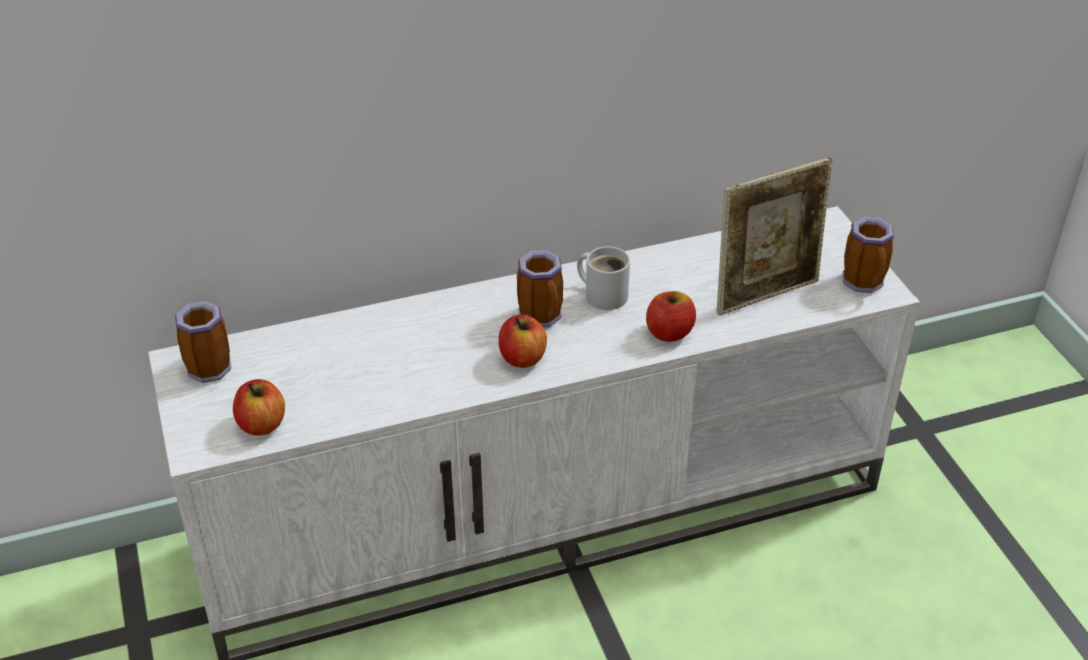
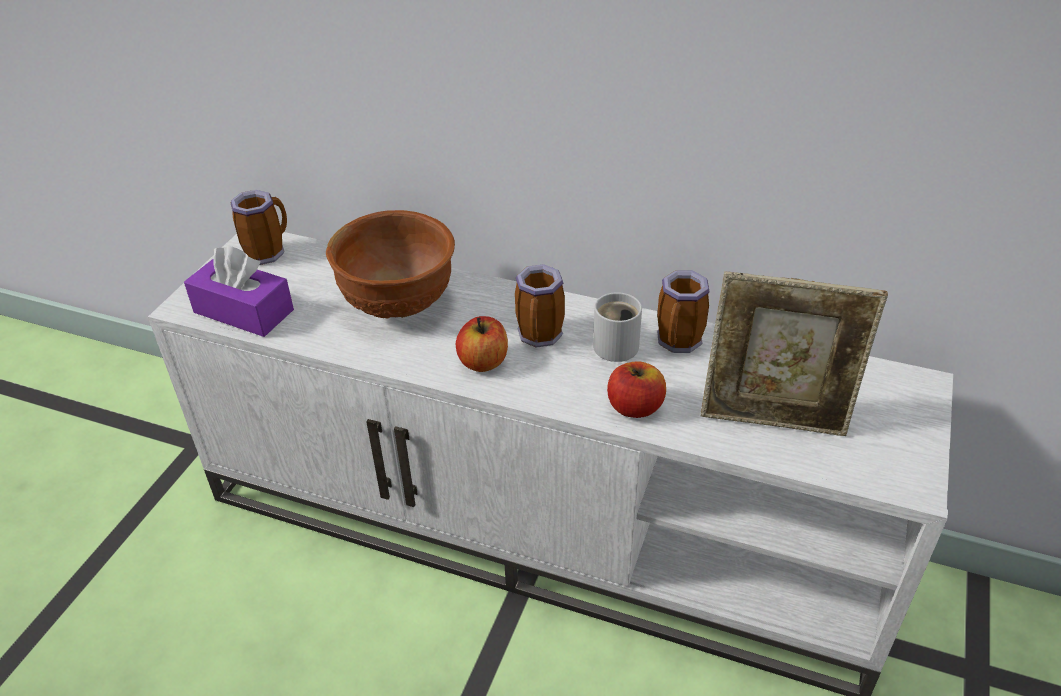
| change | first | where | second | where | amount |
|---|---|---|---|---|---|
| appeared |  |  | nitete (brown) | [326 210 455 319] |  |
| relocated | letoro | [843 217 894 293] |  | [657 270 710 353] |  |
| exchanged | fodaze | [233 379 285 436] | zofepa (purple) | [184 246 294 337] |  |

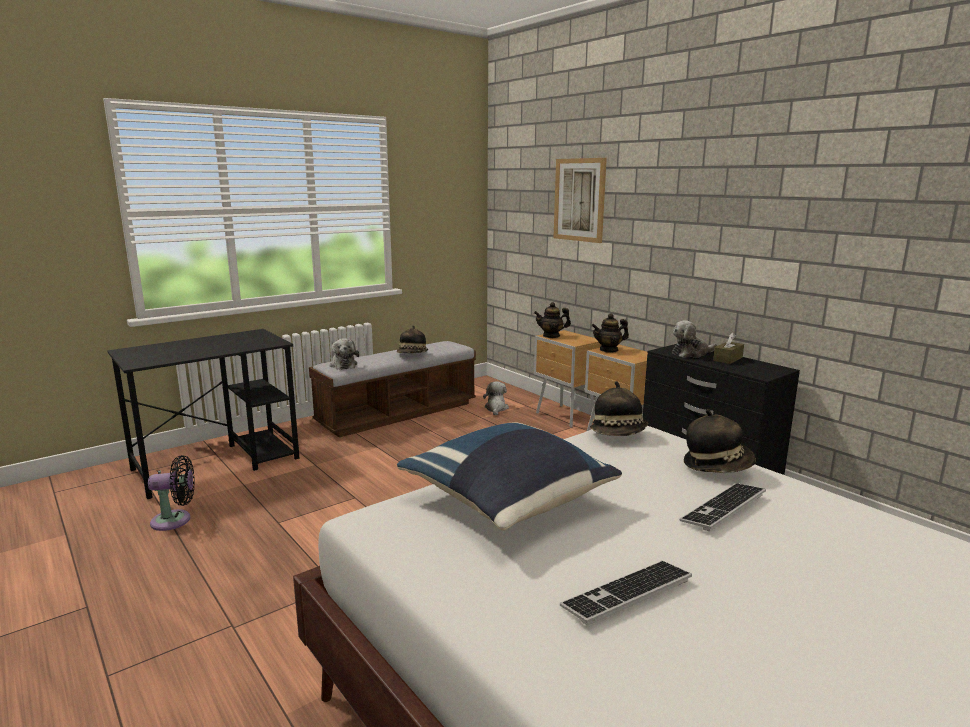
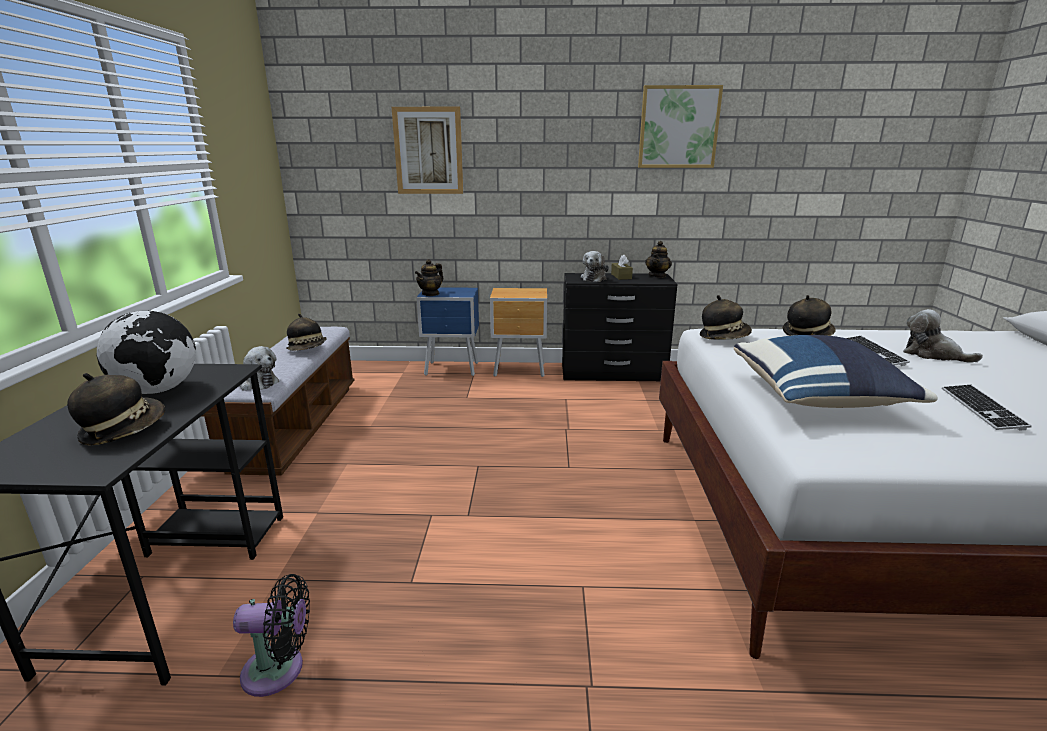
| change | first | where | second | where | amount |
|---|---|---|---|---|---|
| appeared |  |  | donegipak | [67 373 165 445] |  |
| appeared |  |  | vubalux | [96 311 196 394] |  |
| appeared |  |  | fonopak | [638 85 723 168] |  |
| relocated | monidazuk | [483 382 509 415] |  | [903 309 983 363] |  |
| relocated | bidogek | [591 313 629 353] |  | [645 241 672 278] |  |
| colour | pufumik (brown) | [534 330 601 428] | pufumik (blue) | [416 287 479 376] |  |
| spun | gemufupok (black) | [148 455 195 531] |  | [233 574 310 697] | 60 degrees clockwise |

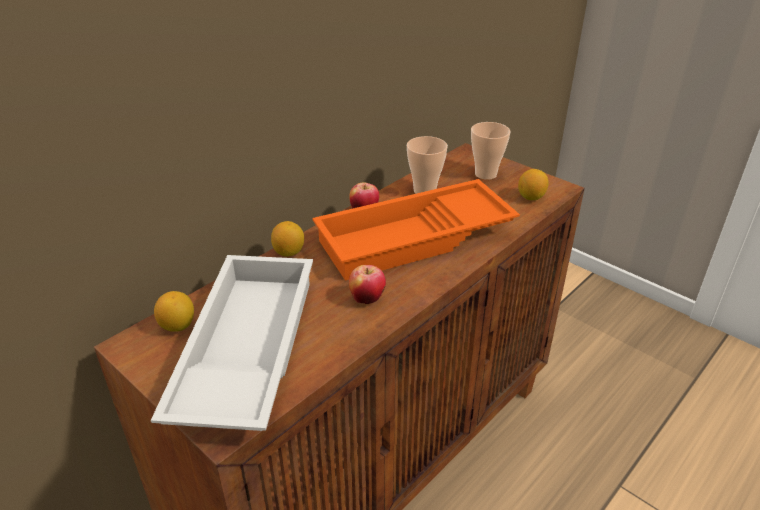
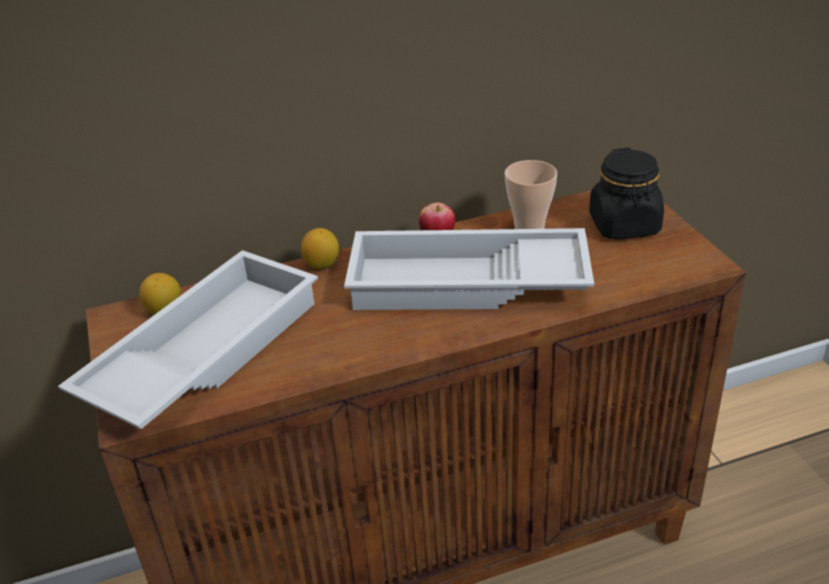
| change | first | where | second | where | amount |
|---|---|---|---|---|---|
| missing | fodaze | [349 265 386 304] |  |  |  |
| missing | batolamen | [518 169 549 200] |  |  |  |
| exchanged | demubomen | [471 122 510 180] | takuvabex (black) | [589 148 664 239] |  |
| colour | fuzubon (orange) | [313 179 520 281] | fuzubon (white) | [344 228 594 310] |  |

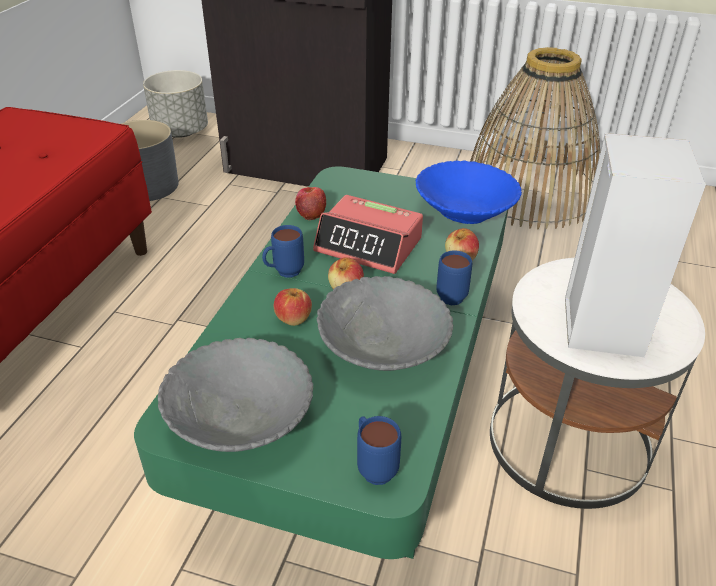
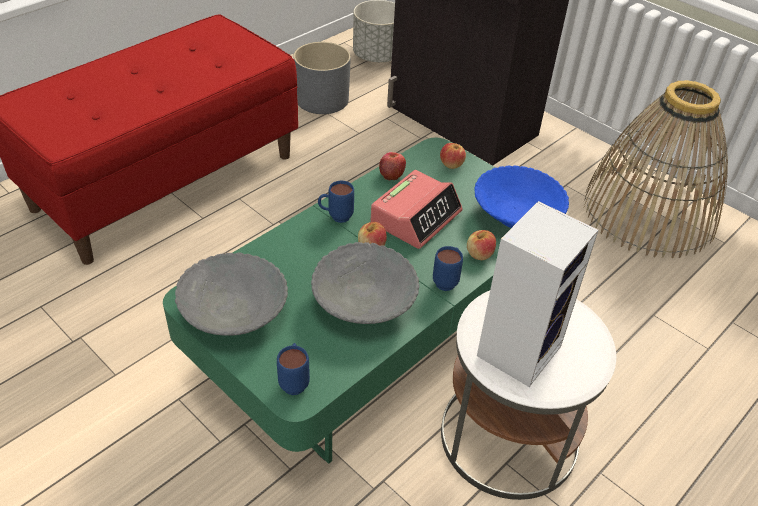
| change | first | where | second | where | amount |
|---|---|---|---|---|---|
| relocated | fodaze | [274 288 312 326] |  | [440 143 466 169] |  |
| spun | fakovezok | [313 195 423 274] |  | [371 170 463 249] | 105 degrees counterclockwise |

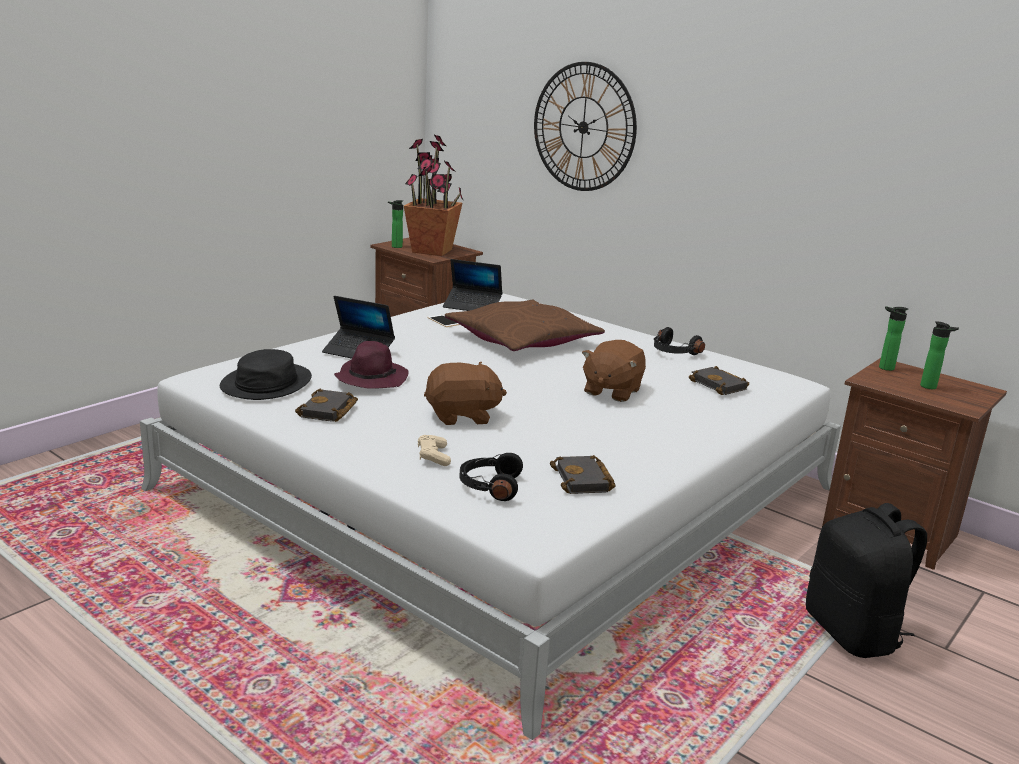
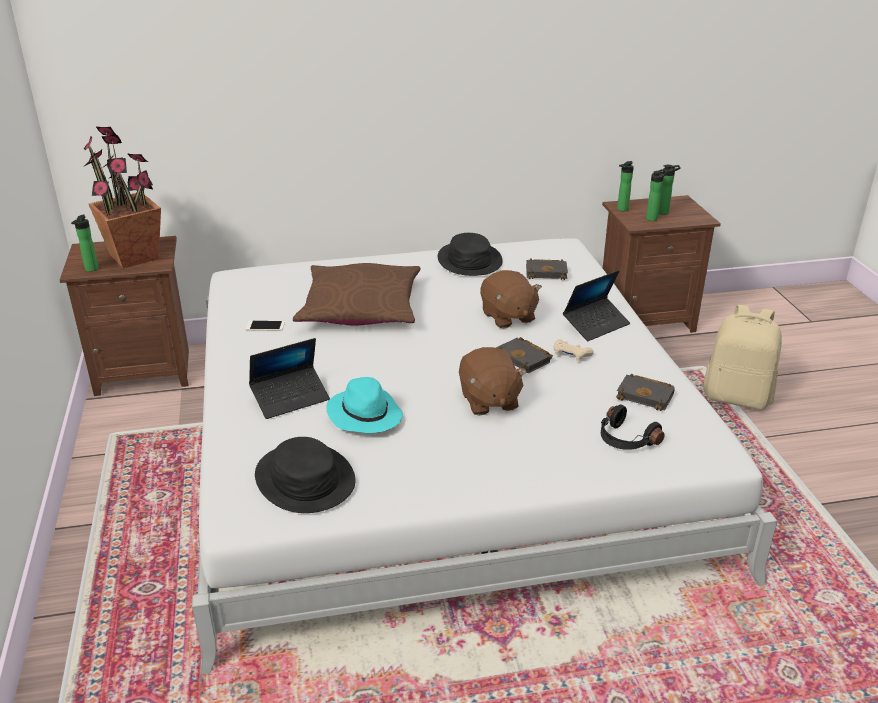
| change | first | where | second | where | amount |
|---|---|---|---|---|---|
| missing | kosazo | [534 62 637 191] |  |  |  |
| appeared |  |  | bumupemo | [646 169 668 221] |  |
| relocated | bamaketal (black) | [295 389 358 422] |  | [496 337 553 373] |  |
| relocated | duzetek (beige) | [418 435 451 466] |  | [553 339 594 361] |  |
| relocated | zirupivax | [443 259 502 311] |  | [563 270 630 341] |  |
| exchanged | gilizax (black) | [654 327 705 355] | donegipak (black) | [438 233 503 276] |  |
| colour | donegipak (purple) | [334 341 409 389] | donegipak (turquoise) | [326 377 403 433] |  |
| colour | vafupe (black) | [806 503 927 658] | vafupe (beige) | [703 304 782 410] |  |
| spun | monidazuk (brown) | [424 362 507 425] |  | [459 347 527 416] | 135 degrees clockwise |

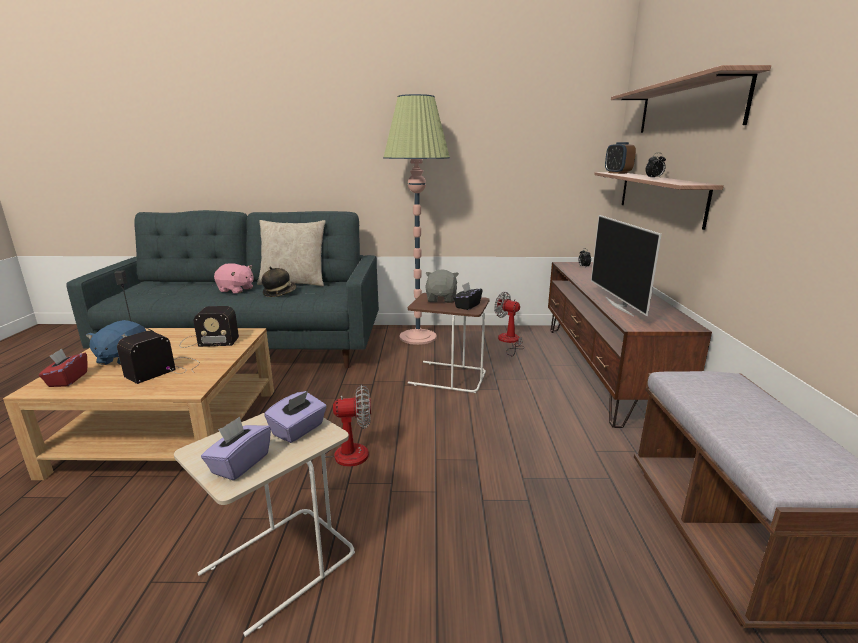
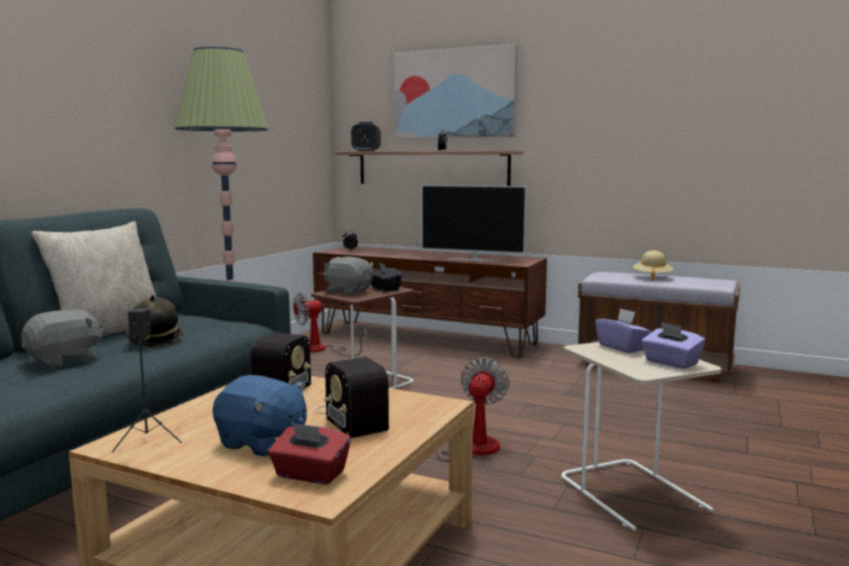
| change | first | where | second | where | amount |
|---|---|---|---|---|---|
| appeared |  |  | donegipak (beige) | [633 250 674 281] |  |
| exchanged | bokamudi | [611 65 771 133] | fonopak | [394 44 517 139] |  |
| colour | monidazuk (pink) | [214 263 254 293] | monidazuk (grey) | [21 309 104 368] |  |

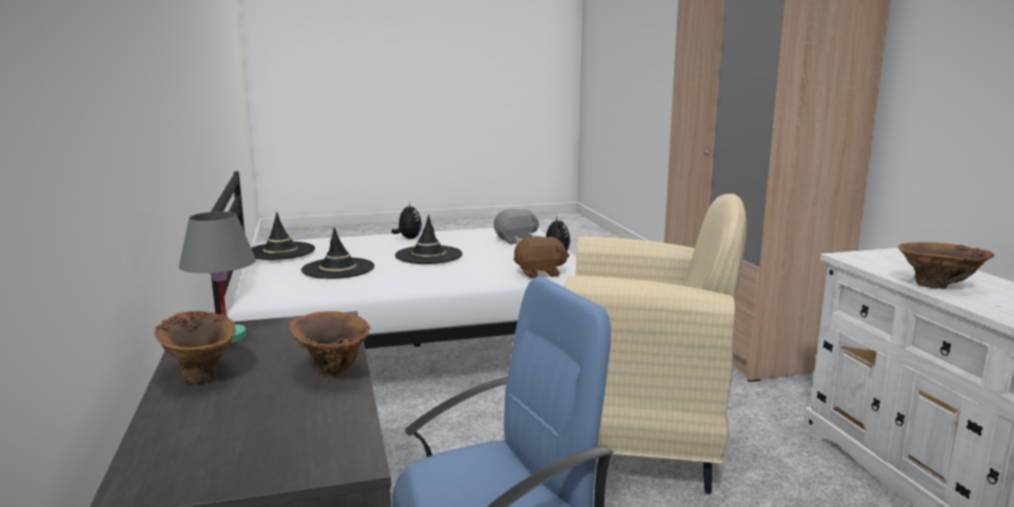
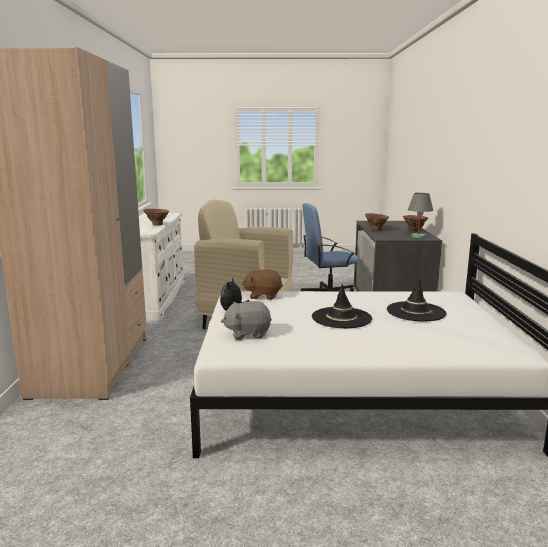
| change | first | where | second | where | amount |
|---|---|---|---|---|---|
| missing | donegipak (black) | [251 212 315 260] |  |  |  |
| missing | monidazuk | [391 203 422 239] |  |  |  |

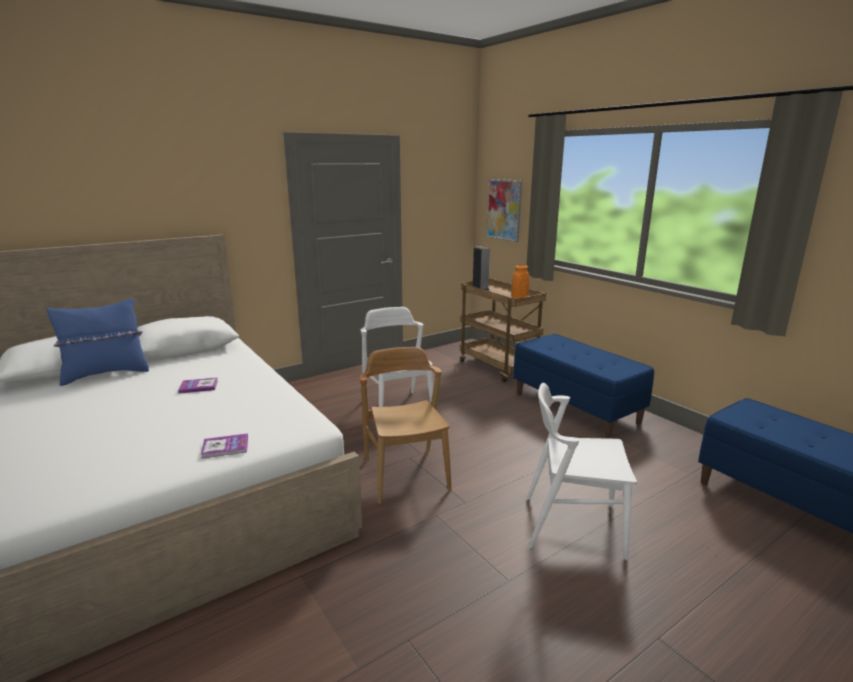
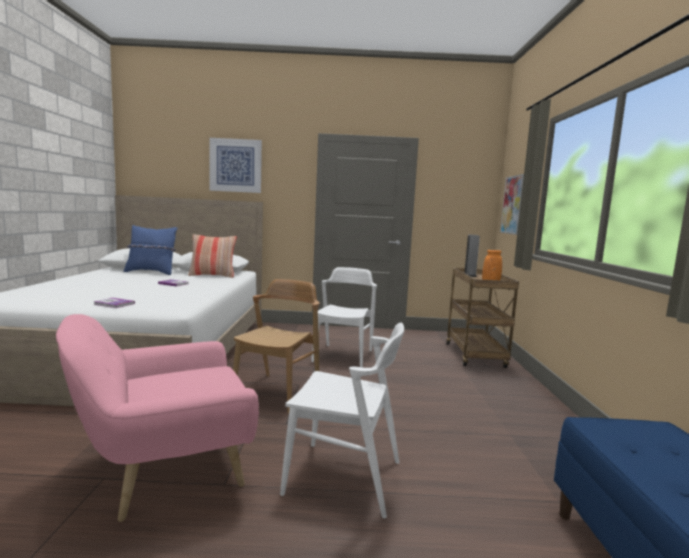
| change | first | where | second | where | amount |
|---|---|---|---|---|---|
| missing | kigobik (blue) | [513 334 654 439] |  |  |  |
| appeared |  |  | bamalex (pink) | [56 314 259 522] |  |
| appeared |  |  | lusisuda | [188 234 237 278] |  |
| appeared |  |  | fonopak | [209 138 262 193] |  |
| spun | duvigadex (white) | [527 383 637 560] |  | [280 323 404 519] | 150 degrees clockwise |

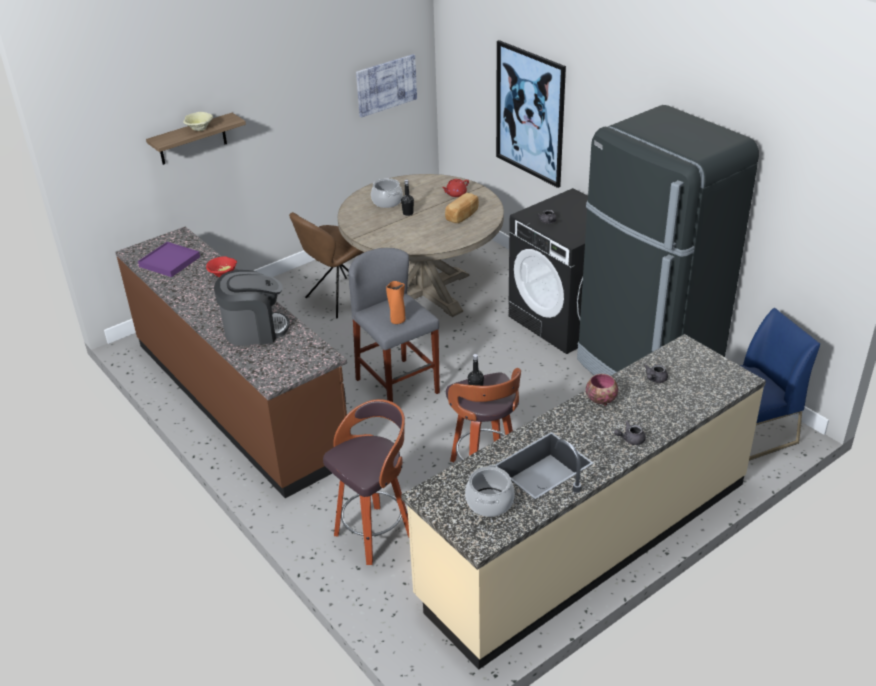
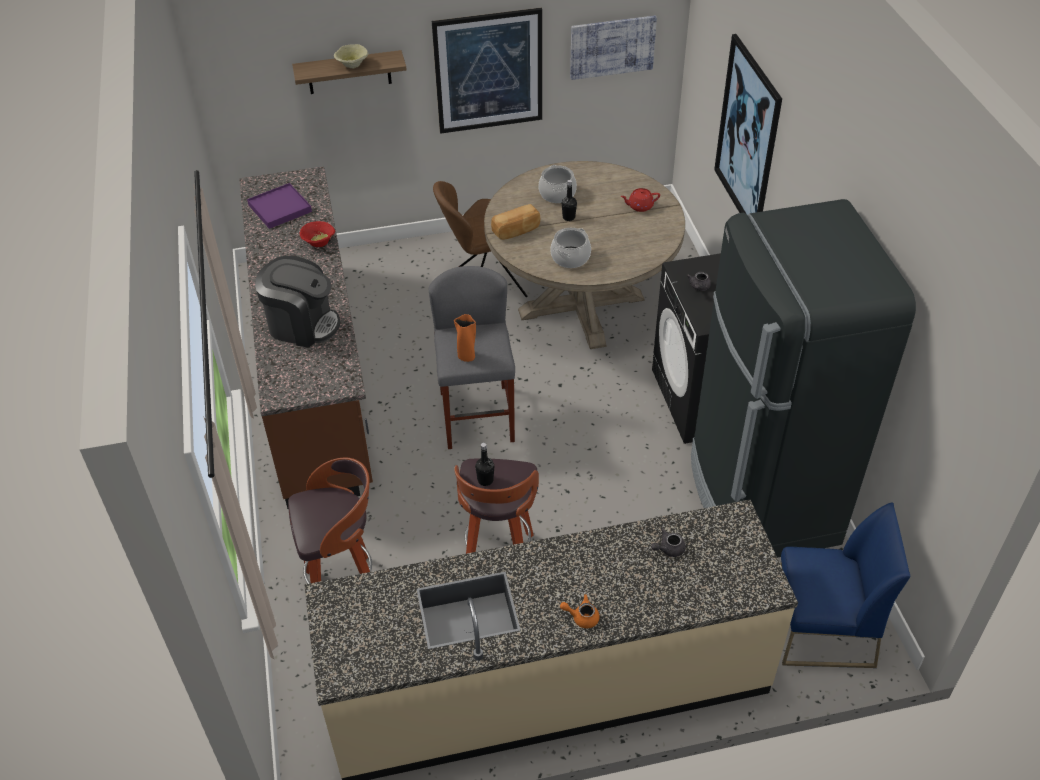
| change | first | where | second | where | amount |
|---|---|---|---|---|---|
| missing | nitete | [586 374 618 406] |  |  |  |
| appeared |  |  | fonopak | [432 8 542 134] |  |
| relocated | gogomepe | [445 193 479 223] |  | [491 204 540 240] |  |
| relocated | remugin | [465 465 515 517] |  | [550 228 591 268] |  |
| colour | bidogek (grey) | [614 421 646 445] | bidogek (orange) | [560 594 600 629] |  |

